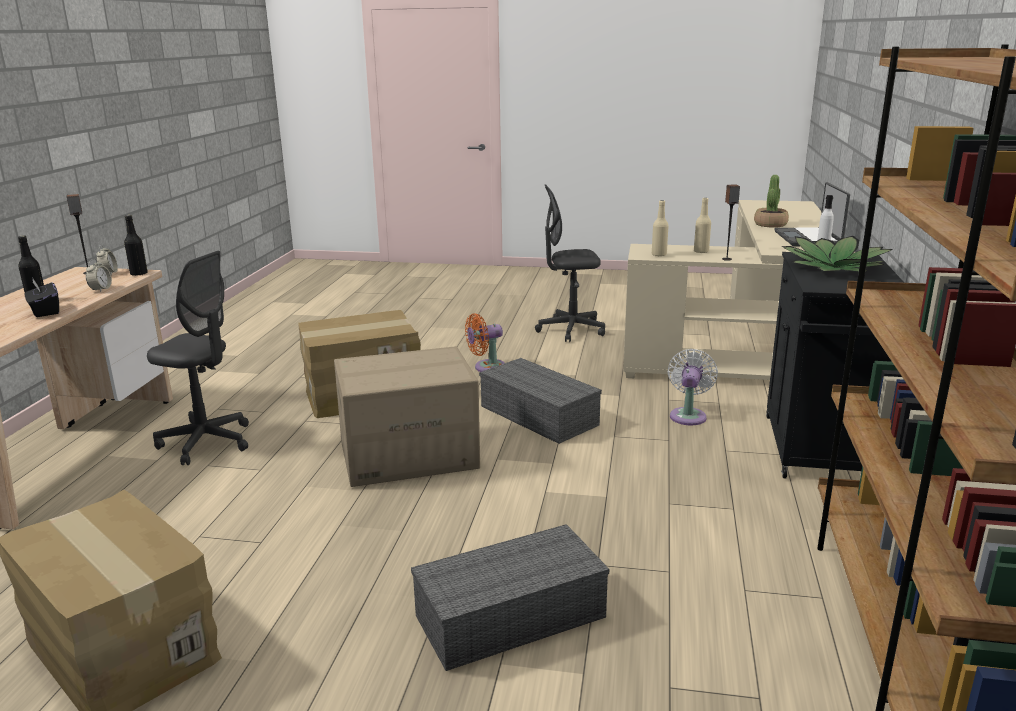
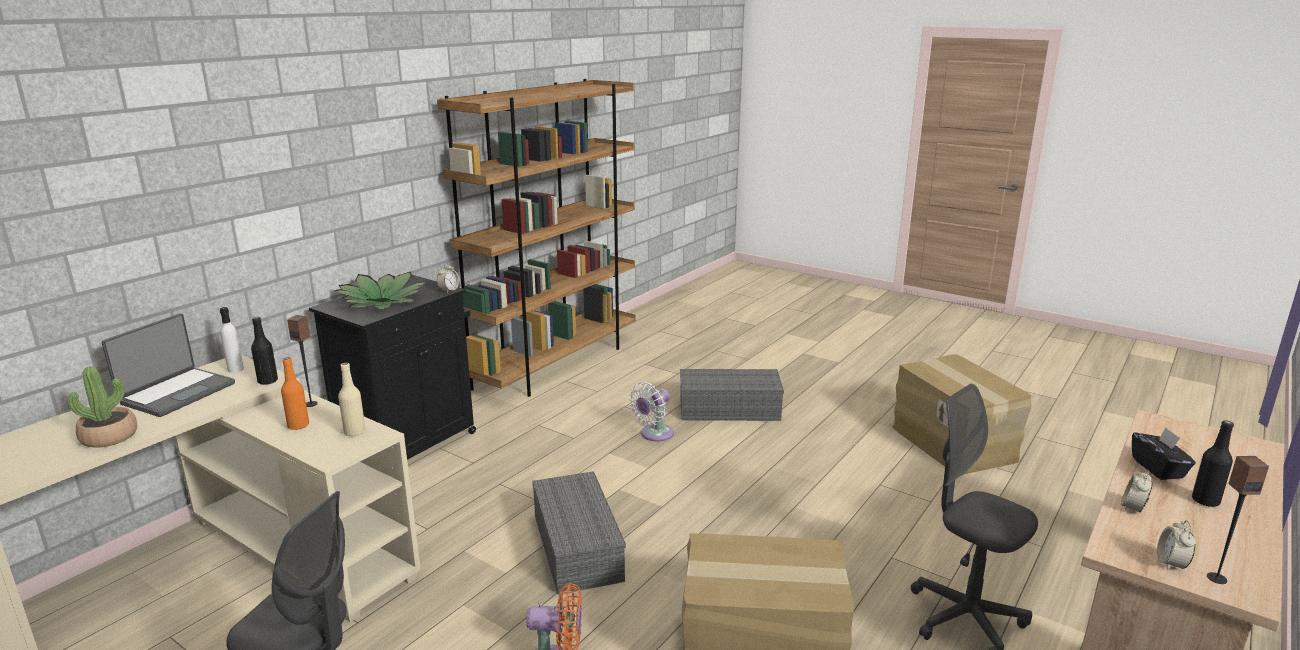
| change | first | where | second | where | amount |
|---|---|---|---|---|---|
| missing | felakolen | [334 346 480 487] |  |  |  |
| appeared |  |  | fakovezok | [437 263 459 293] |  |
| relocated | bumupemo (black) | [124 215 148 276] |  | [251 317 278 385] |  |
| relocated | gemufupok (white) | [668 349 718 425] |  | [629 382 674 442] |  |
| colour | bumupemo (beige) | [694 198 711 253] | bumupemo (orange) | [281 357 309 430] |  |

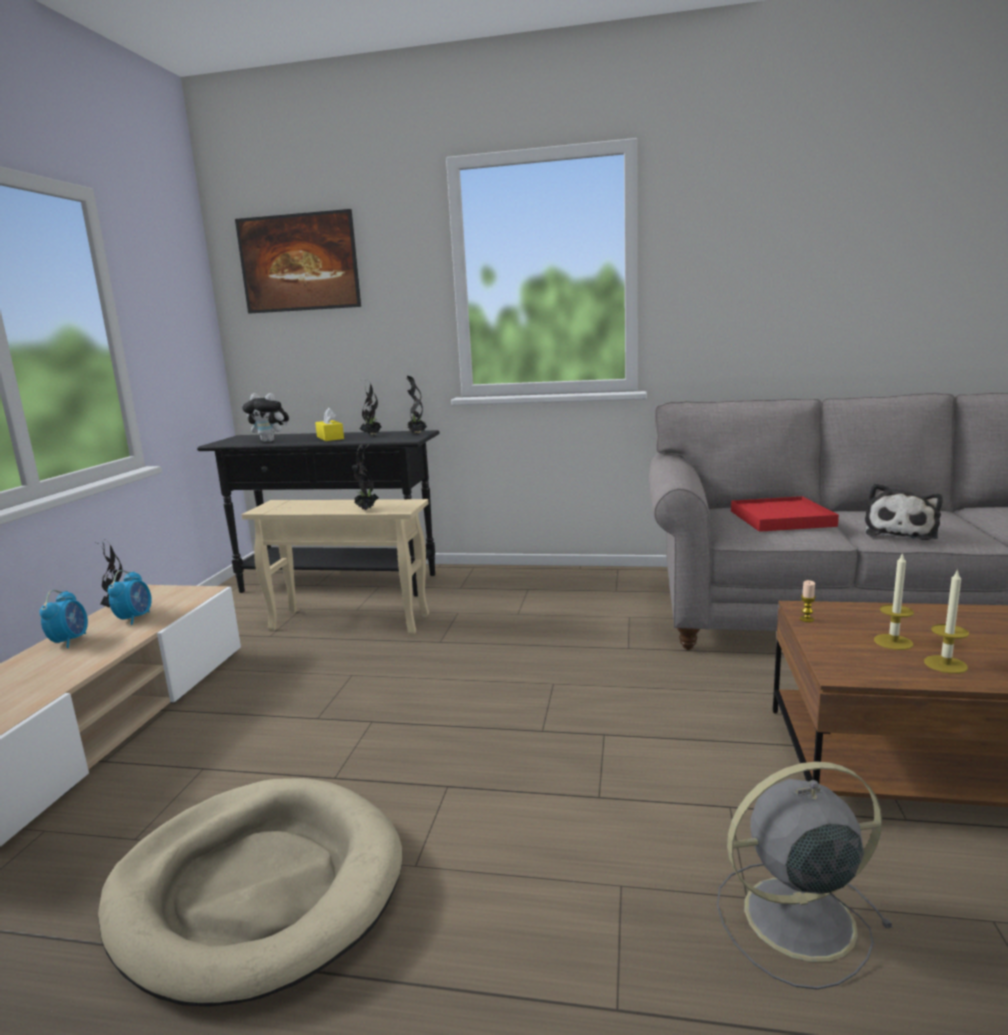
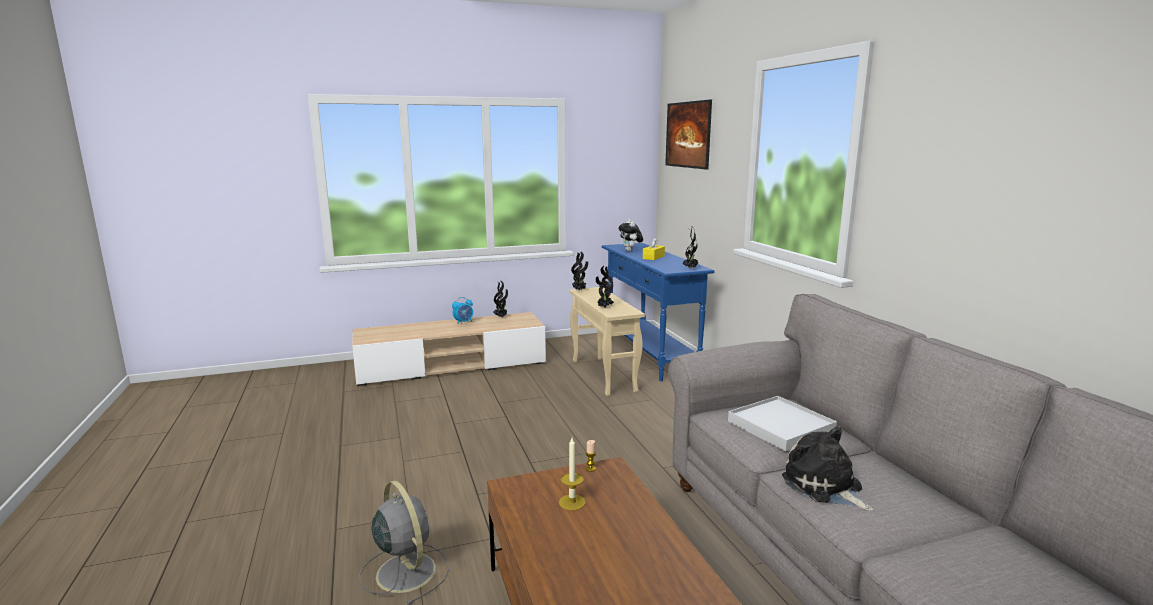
| change | first | where | second | where | amount |
|---|---|---|---|---|---|
| missing | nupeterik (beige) | [98 778 402 1007] |  |  |  |
| missing | fakovezok | [108 570 152 625] |  |  |  |
| missing | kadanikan | [924 569 969 674] |  |  |  |
| relocated | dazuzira | [360 380 382 435] |  | [571 251 588 291] |  |
| colour | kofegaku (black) | [197 430 439 597] | kofegaku (blue) | [602 243 715 381] |  |
| colour | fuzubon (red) | [731 496 839 532] | fuzubon (white) | [728 396 837 451] |  |
| spun | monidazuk | [865 483 943 540] |  | [782 426 873 511] | 60 degrees clockwise |

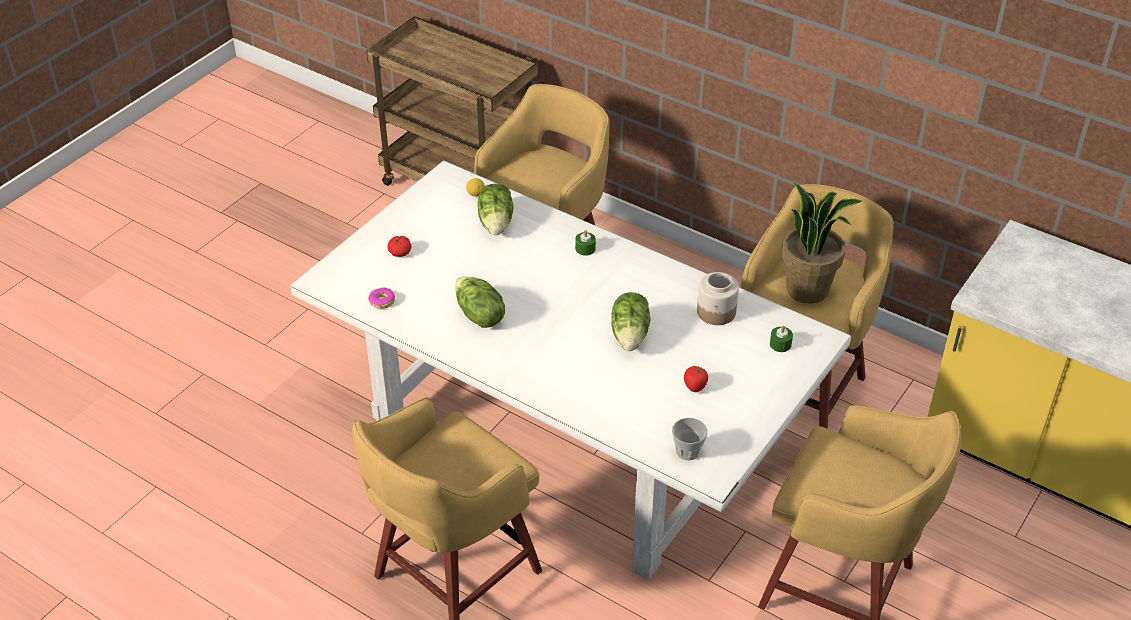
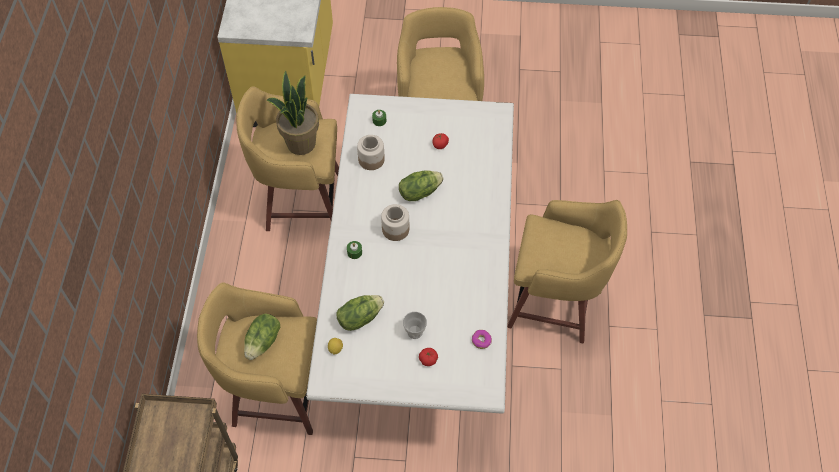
| change | first | where | second | where | amount |
|---|---|---|---|---|---|
| appeared |  |  | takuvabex | [381 204 409 241] |  |
| relocated | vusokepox | [455 277 505 328] |  | [244 313 280 360] |  |
| relocated | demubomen | [672 418 707 460] |  | [403 312 427 339] |  |

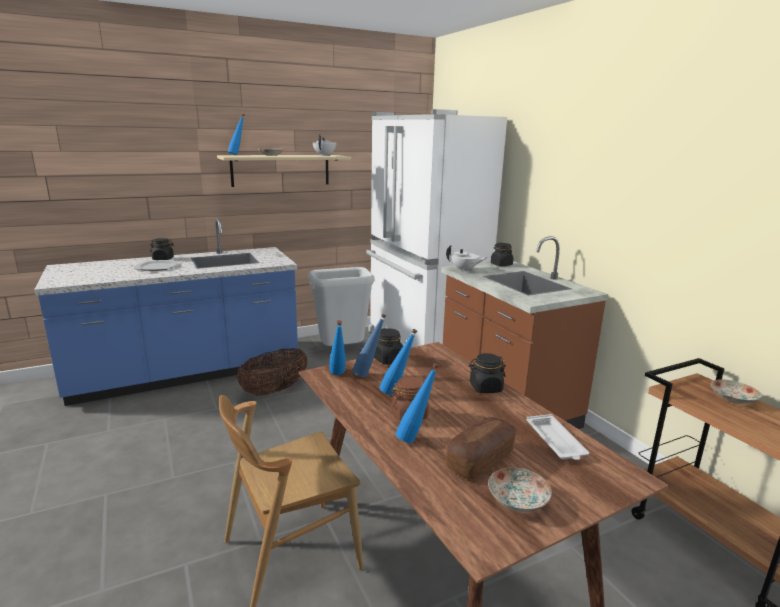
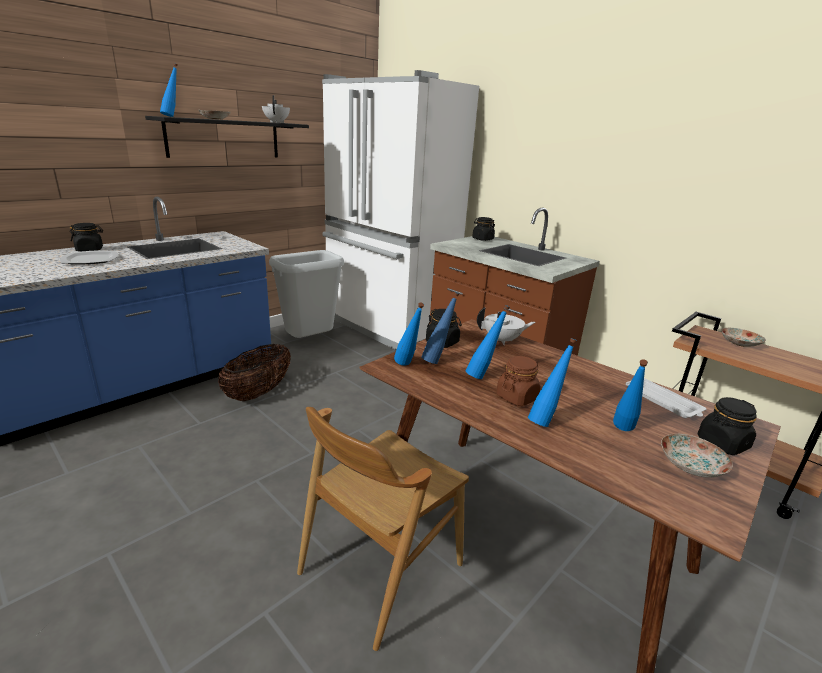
| change | first | where | second | where | amount |
|---|---|---|---|---|---|
| relocated | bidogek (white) | [446 245 487 272] |  | [477 307 536 345] |  |
| relocated | takuvabex (black) | [469 353 506 393] |  | [698 397 757 455] |  |
| exchanged | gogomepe | [446 417 516 480] | bumupemo (blue) | [613 360 648 431] |  |
| colour | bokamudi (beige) | [217 155 351 187] | bokamudi (black) | [145 116 309 158] |  |

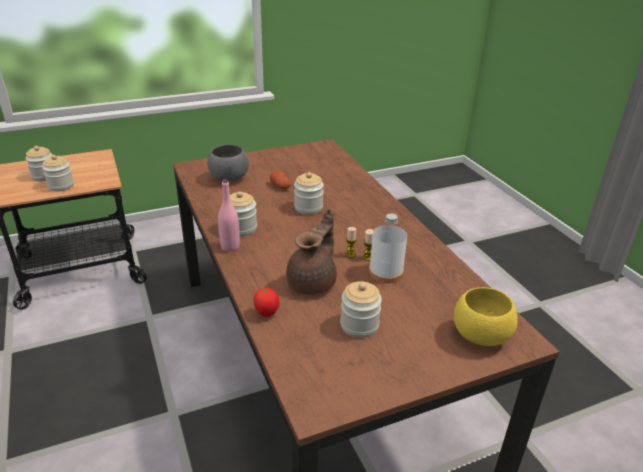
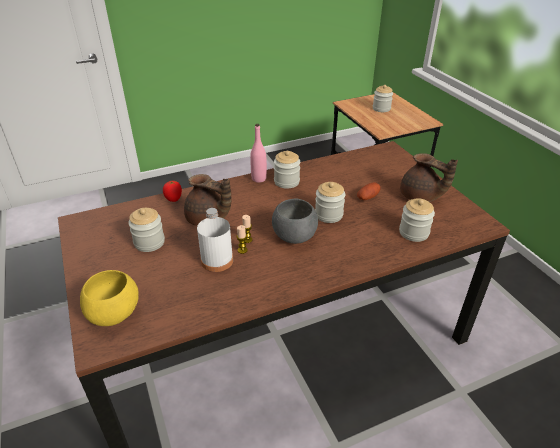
| change | first | where | second | where | amount |
|---|---|---|---|---|---|
| appeared |  |  | bidogek (brown) | [400 153 458 202] |  |
| relocated | takuvabex | [42 155 74 191] |  | [399 198 435 242] |  |
| relocated | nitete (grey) | [207 144 249 181] |  | [272 198 318 244] |  |

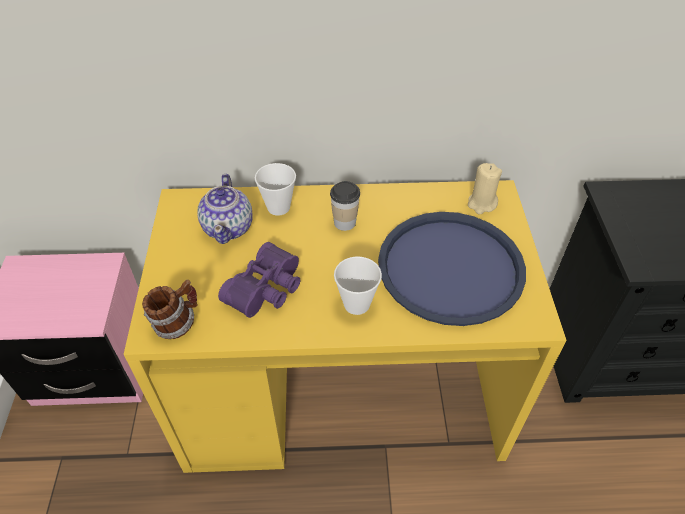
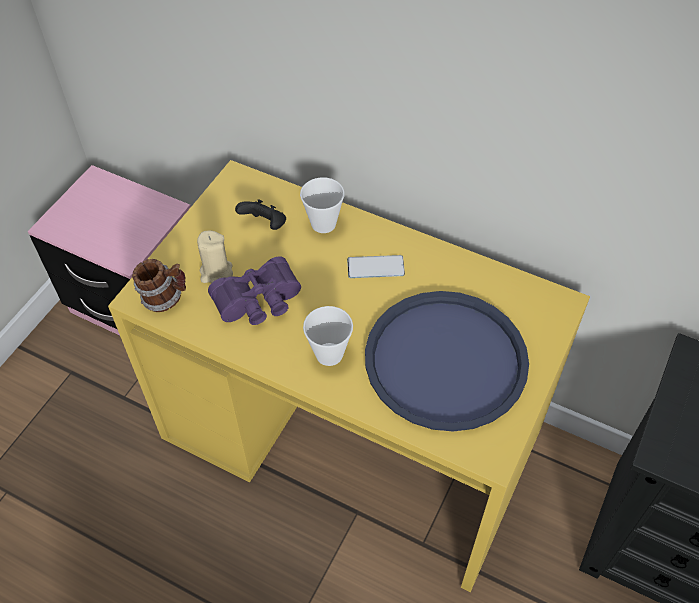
| change | first | where | second | where | amount |
|---|---|---|---|---|---|
| relocated | kadanikan (beige) | [468 163 502 214] |  | [197 230 233 283] |  |
| exchanged | bidogek | [198 174 253 244] | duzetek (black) | [235 199 286 230] |  |
| exchanged | demubomen | [330 181 360 231] | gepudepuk | [347 255 405 278] |  |

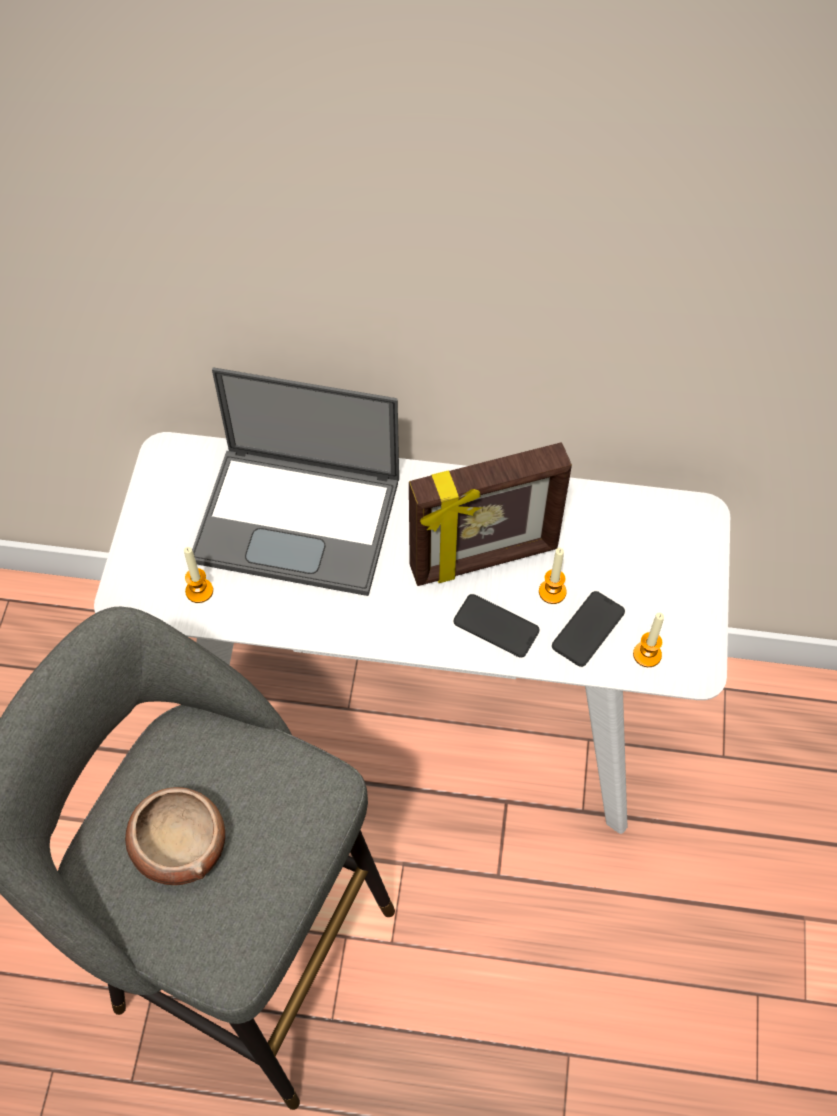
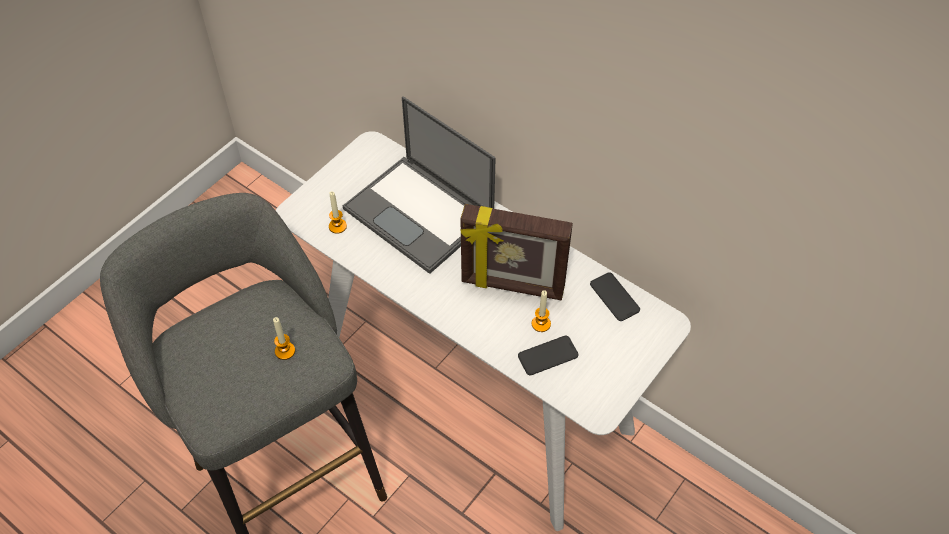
| change | first | where | second | where | amount |
|---|---|---|---|---|---|
| missing | nitete | [125 787 225 885] |  |  |  |
| relocated | gepudepuk | [454 594 539 658] |  | [590 272 640 321] |  |
| relocated | kadanikan | [633 613 664 667] |  | [273 317 295 360] |  |

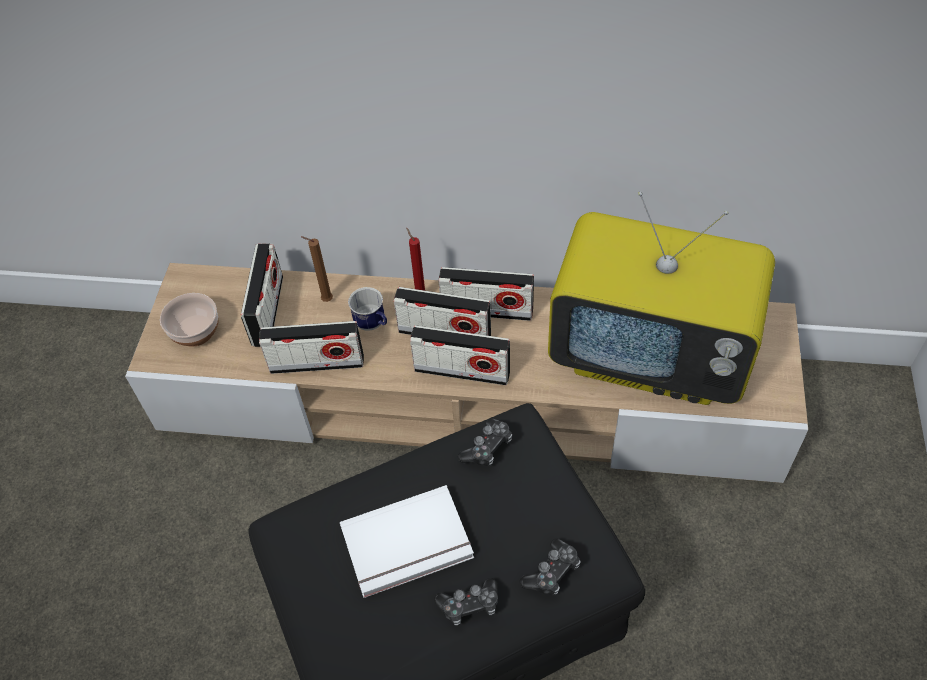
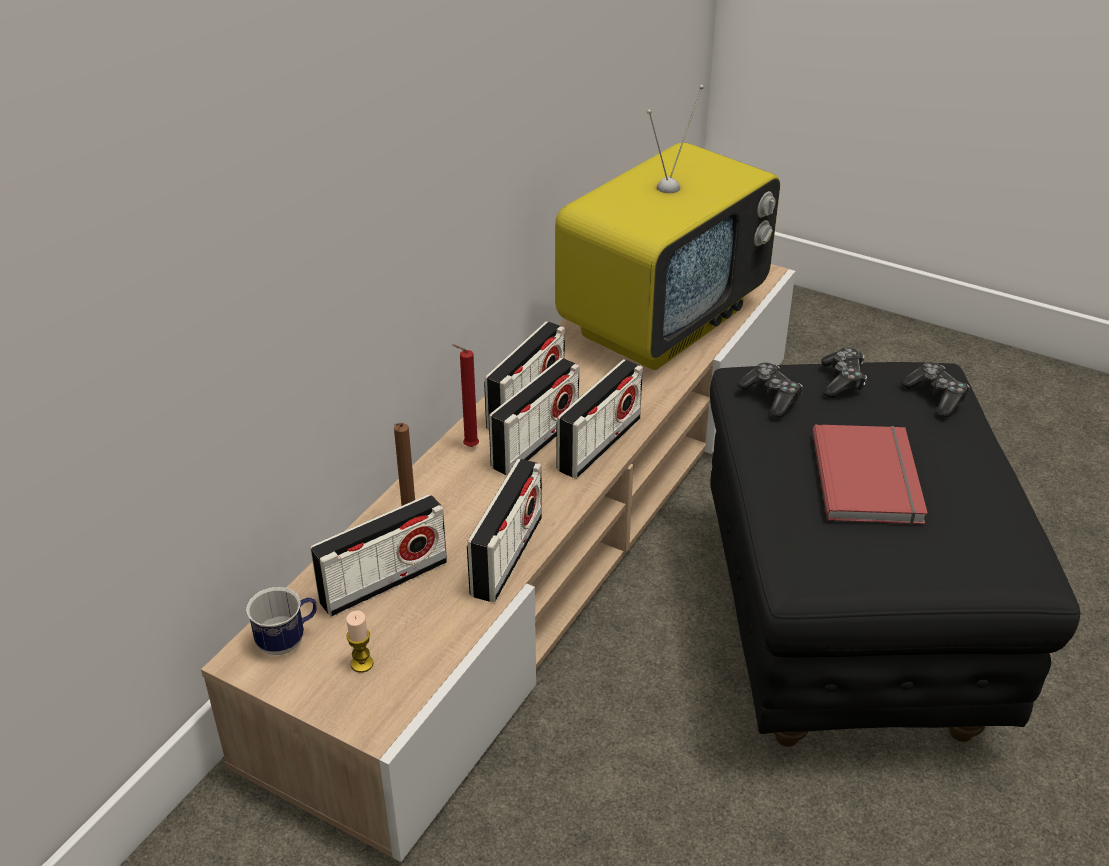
| change | first | where | second | where | amount |
|---|---|---|---|---|---|
| relocated | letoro | [348 287 387 331] |  | [246 587 317 655] |  |
| relocated | duzetek | [434 578 498 626] |  | [821 347 867 398] |  |
| exchanged | nitete | [160 293 219 347] | kadanikan | [346 611 374 673] |  |
| colour | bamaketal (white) | [340 485 474 598] | bamaketal (red) | [812 424 928 525] |  |
| spun | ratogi | [241 244 283 347] |  | [310 494 447 617] | 120 degrees clockwise |

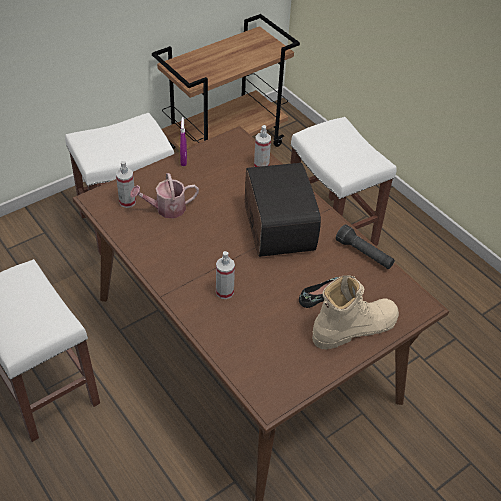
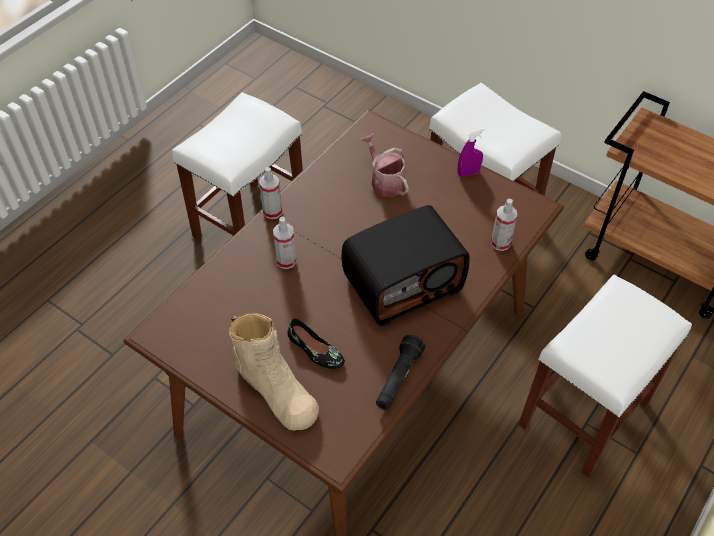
| change | first | where | second | where | amount |
|---|---|---|---|---|---|
| relocated | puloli | [116 161 136 208] |  | [259 167 282 219] |  |

